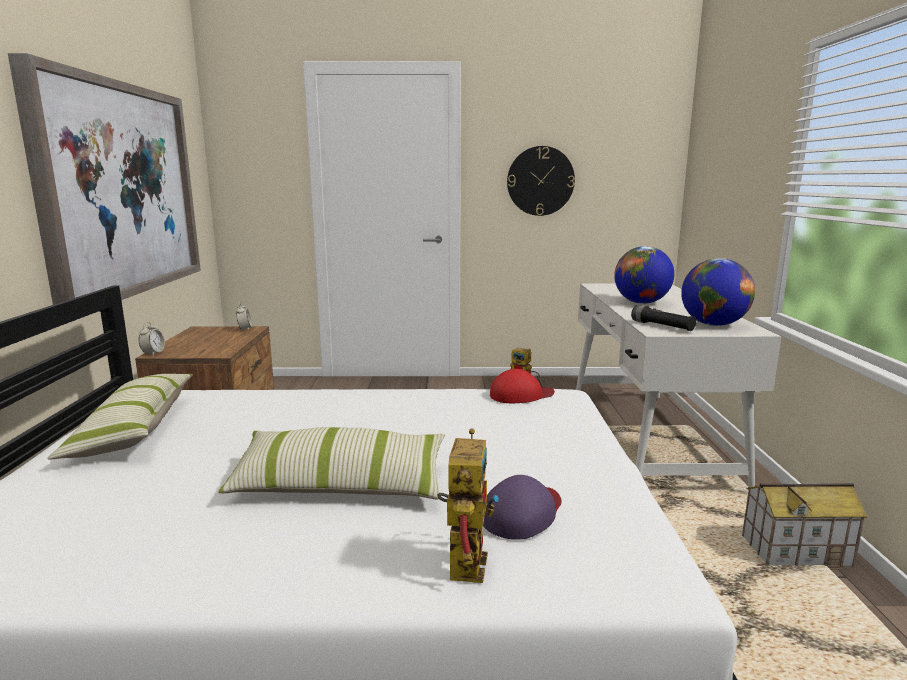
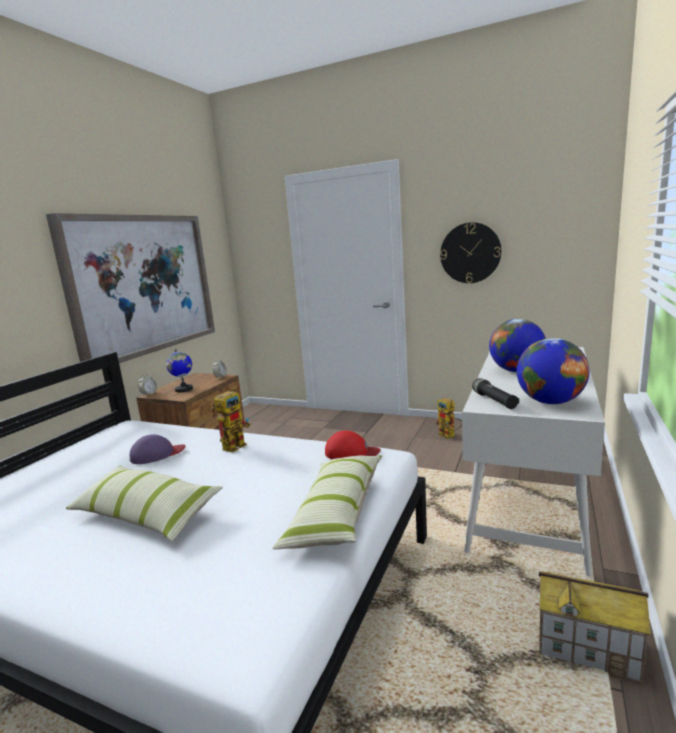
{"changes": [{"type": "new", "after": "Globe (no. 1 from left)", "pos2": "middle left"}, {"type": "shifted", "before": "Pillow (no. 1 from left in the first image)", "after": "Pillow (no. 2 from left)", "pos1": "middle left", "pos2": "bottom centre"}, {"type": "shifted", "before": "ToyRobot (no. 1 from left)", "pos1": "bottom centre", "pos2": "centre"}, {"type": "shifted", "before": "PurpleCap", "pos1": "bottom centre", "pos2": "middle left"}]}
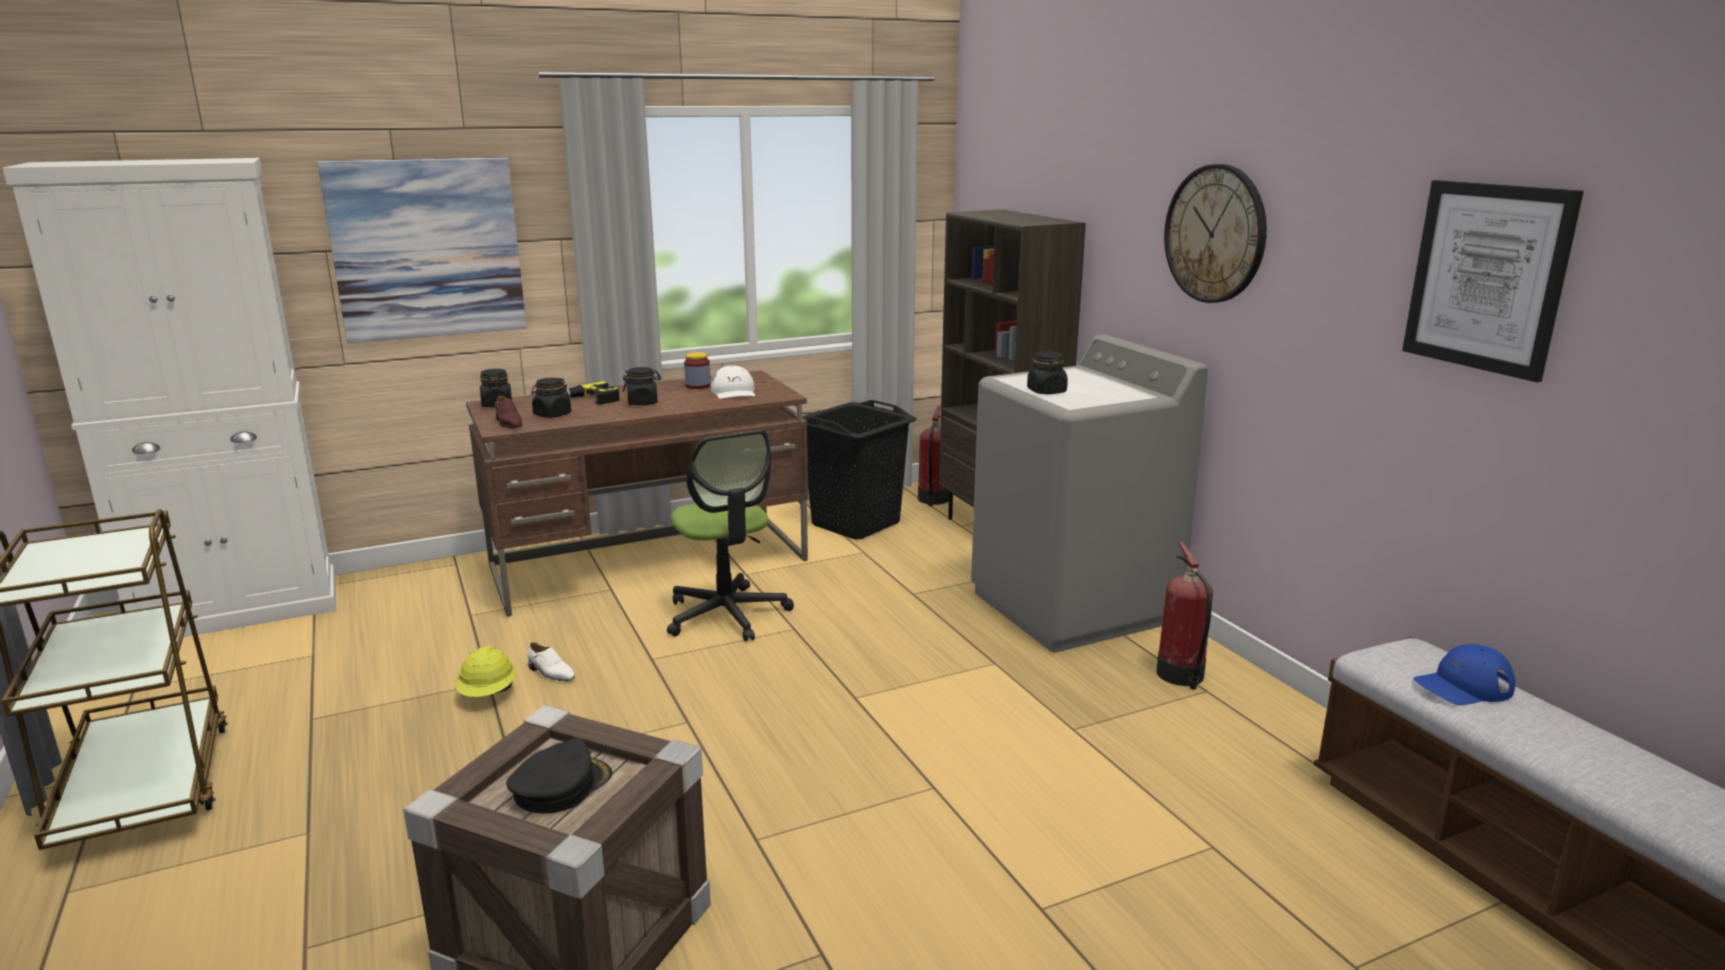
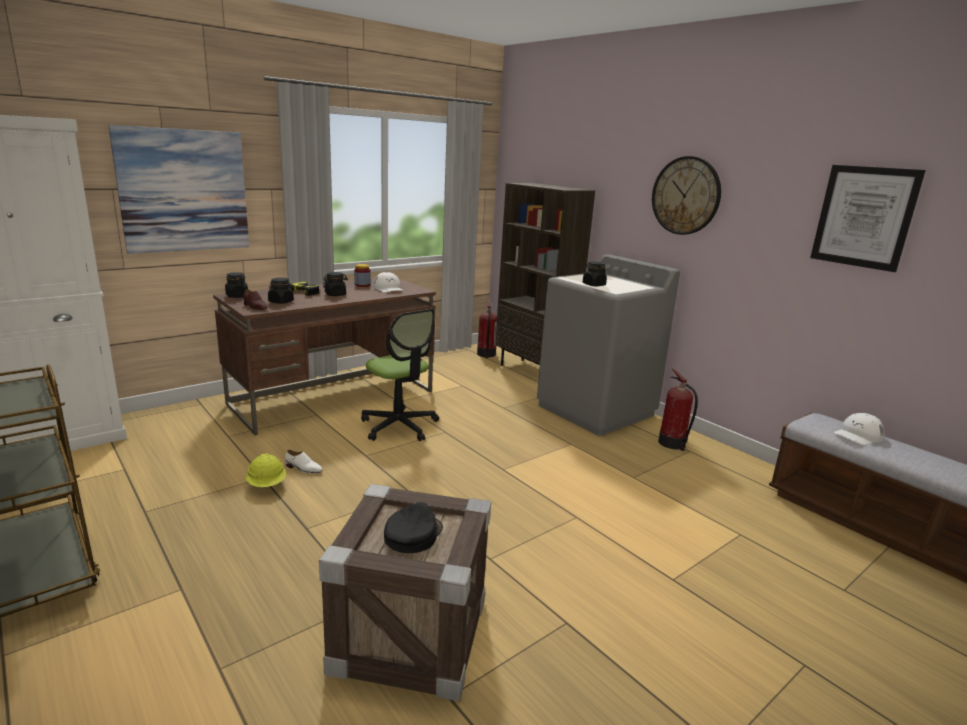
{"changes": [{"type": "gone", "before": "BlackLaundryBasket", "pos1": "centre"}, {"type": "repainted", "before": "BlueCap", "after": "WhiteCap (no. 2 from left)", "pos1": "bottom right", "pos2": "middle right"}]}
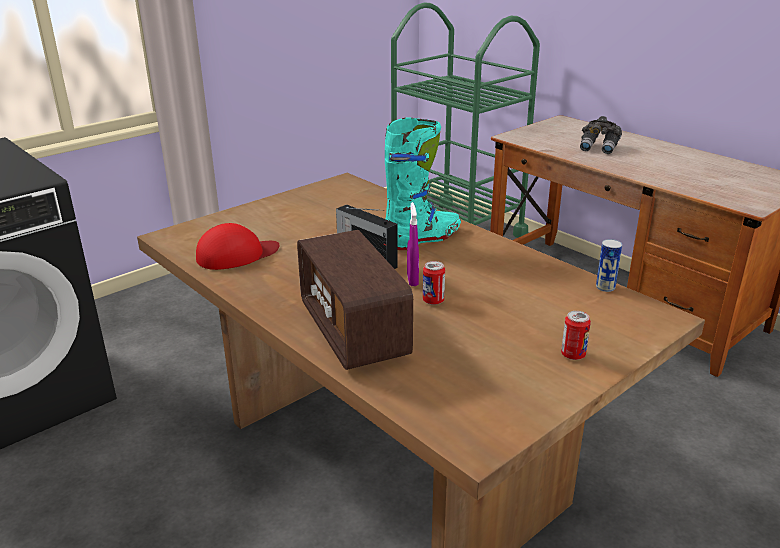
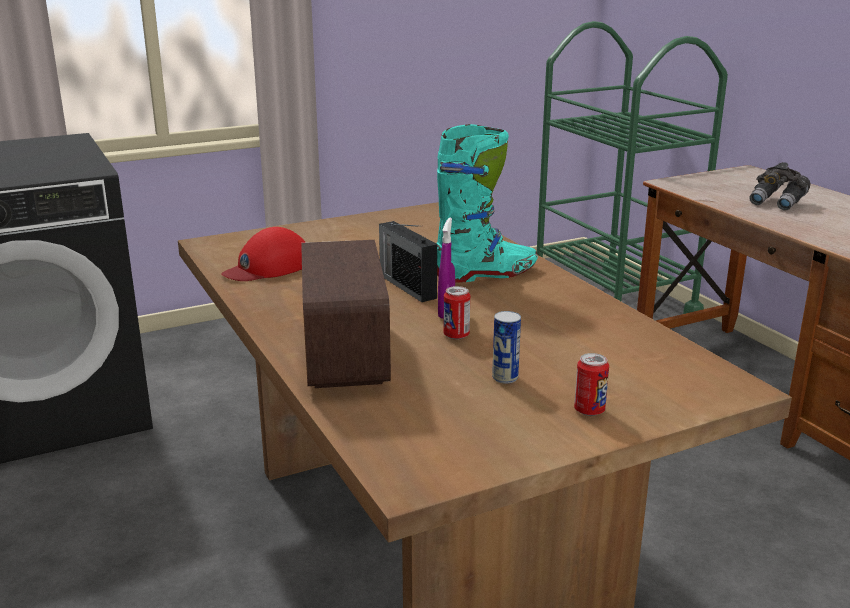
{"changes": [{"type": "shifted", "before": "Can (no. 3 from left in the first image)", "after": "Can (no. 2 from left)", "pos1": "middle right", "pos2": "centre"}, {"type": "rotated", "before": "RedCap", "pos1": "middle left", "pos2": "middle left", "turn": 150}]}
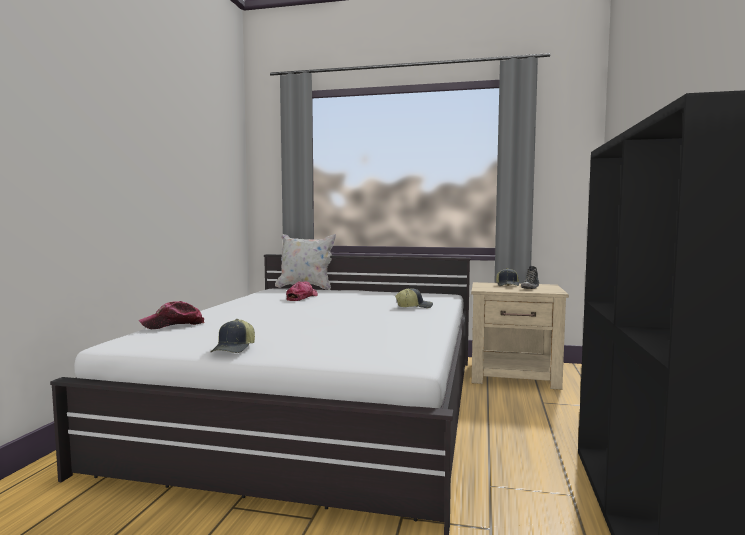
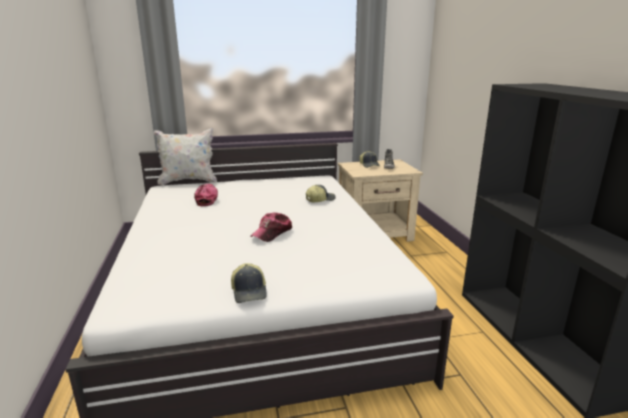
{"changes": [{"type": "shifted", "before": "Cap (no. 1 from left in the first image)", "after": "Cap (no. 3 from left)", "pos1": "middle left", "pos2": "centre"}]}
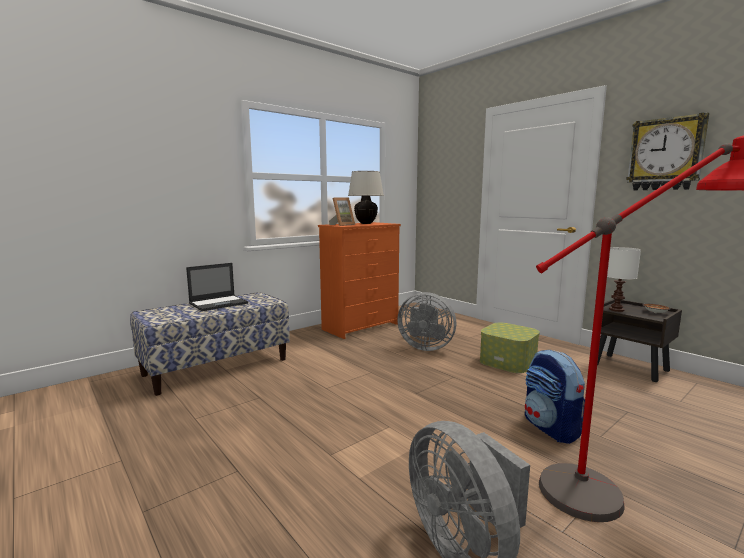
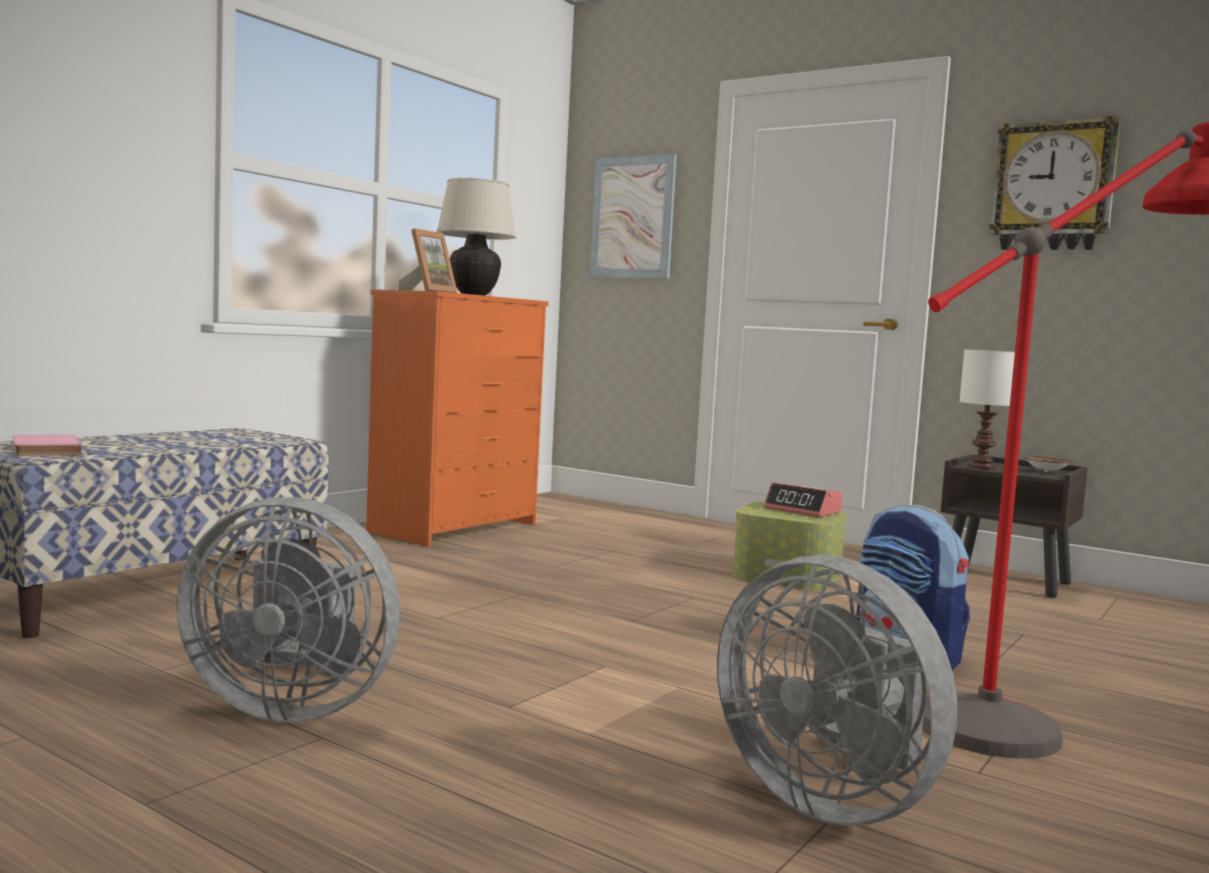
{"changes": [{"type": "gone", "before": "Laptop", "pos1": "middle left"}, {"type": "new", "after": "PinkBook", "pos2": "middle left"}, {"type": "new", "after": "Picture", "pos2": "top centre"}, {"type": "new", "after": "AlarmClock", "pos2": "centre"}, {"type": "shifted", "before": "GreyFan (no. 1 from left)", "pos1": "centre", "pos2": "bottom left"}]}
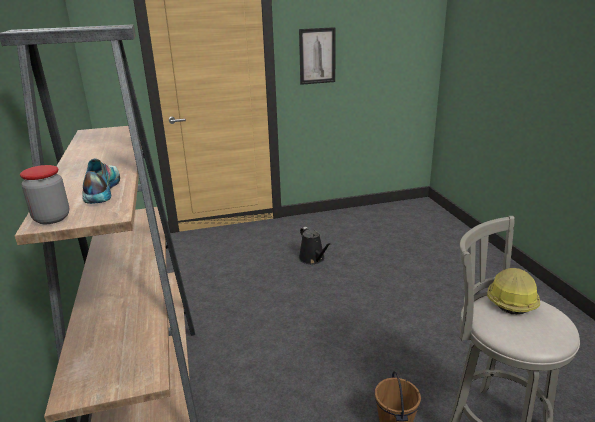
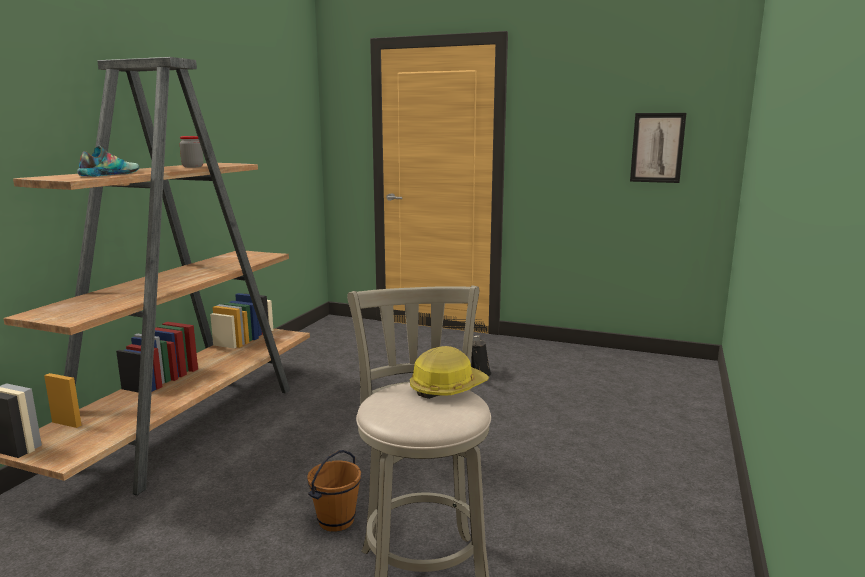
{"changes": [{"type": "shifted", "before": "Jar", "pos1": "middle left", "pos2": "top left"}, {"type": "shifted", "before": "Picture", "pos1": "top centre", "pos2": "top right"}]}
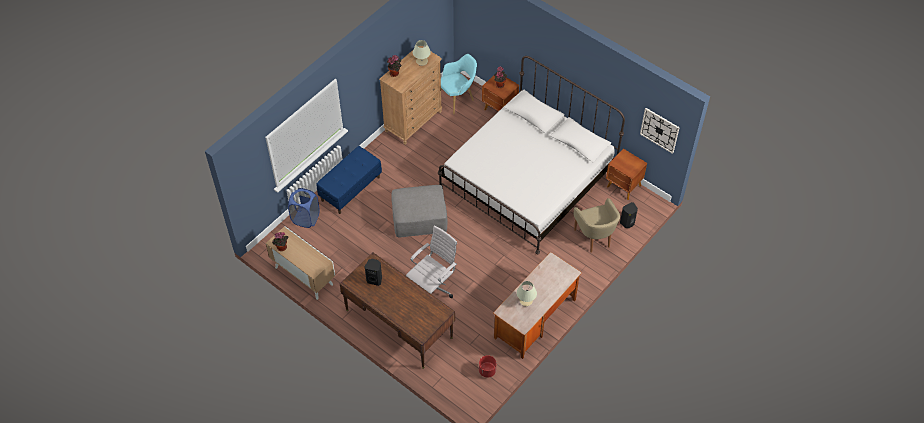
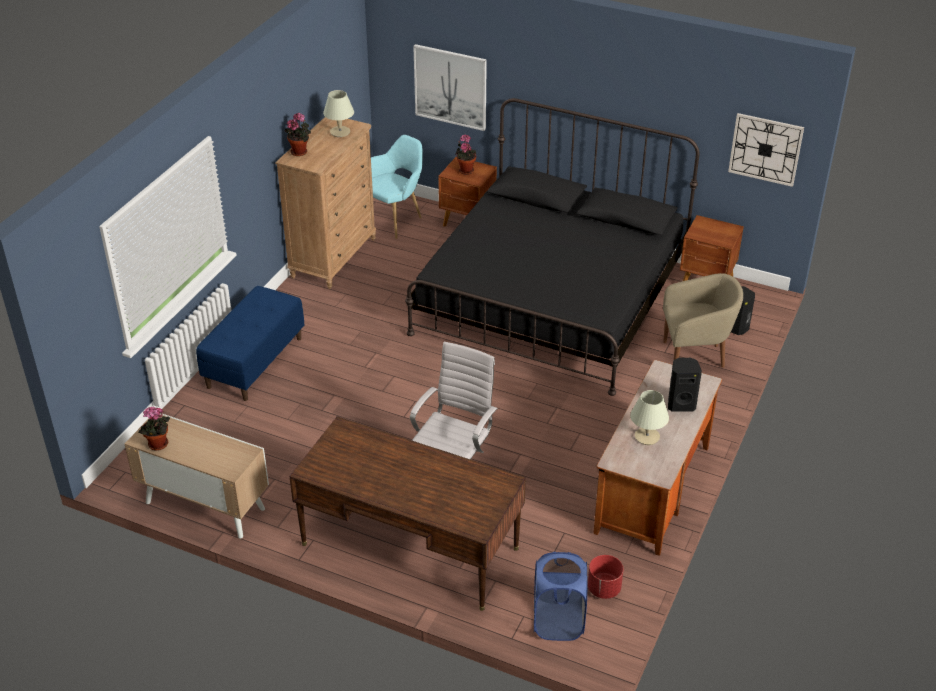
{"changes": [{"type": "gone", "before": "GreyOttoman", "pos1": "centre"}, {"type": "new", "after": "Picture", "pos2": "top centre"}, {"type": "shifted", "before": "BlueLaundryBasket", "pos1": "middle left", "pos2": "bottom centre"}, {"type": "shifted", "before": "BlackSpeaker (no. 1 from left)", "pos1": "centre", "pos2": "middle right"}, {"type": "repainted", "before": "WhiteBed", "after": "BlackBed", "pos1": "centre", "pos2": "centre"}, {"type": "rotated", "before": "BeigeArmchair", "pos1": "centre", "pos2": "middle right", "turn": -60}]}
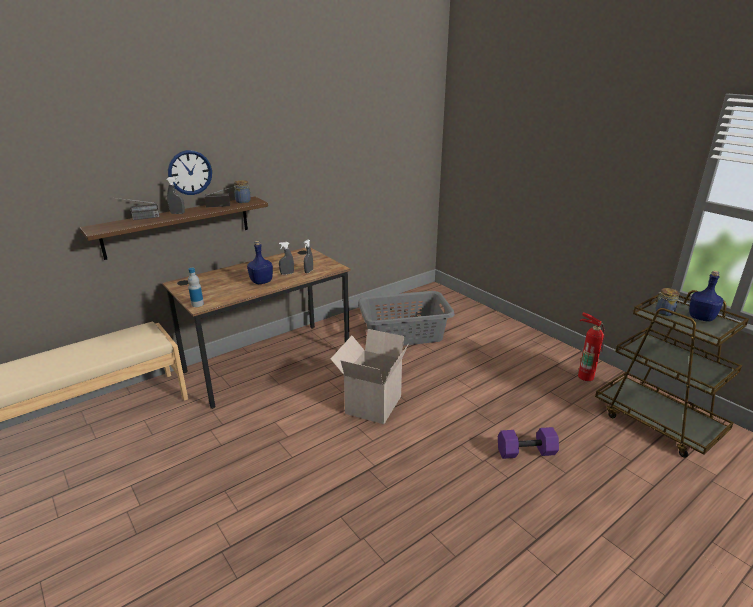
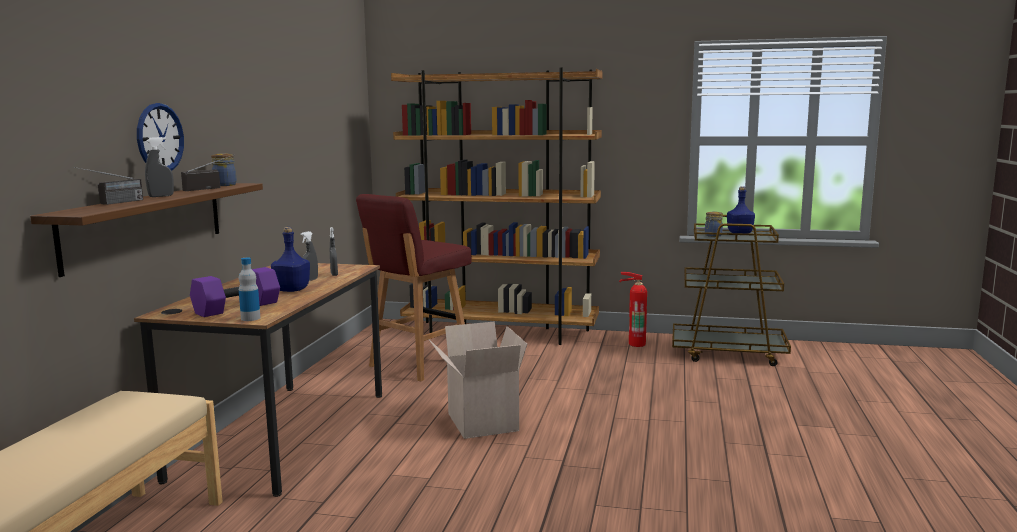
{"changes": [{"type": "new", "after": "BrownBookcase", "pos2": "centre"}, {"type": "shifted", "before": "PurpleDumbbell", "pos1": "bottom right", "pos2": "middle left"}, {"type": "swapped", "before": "GreyLaundryBasket", "after": "RedStool", "pos1": "centre", "pos2": "centre"}]}
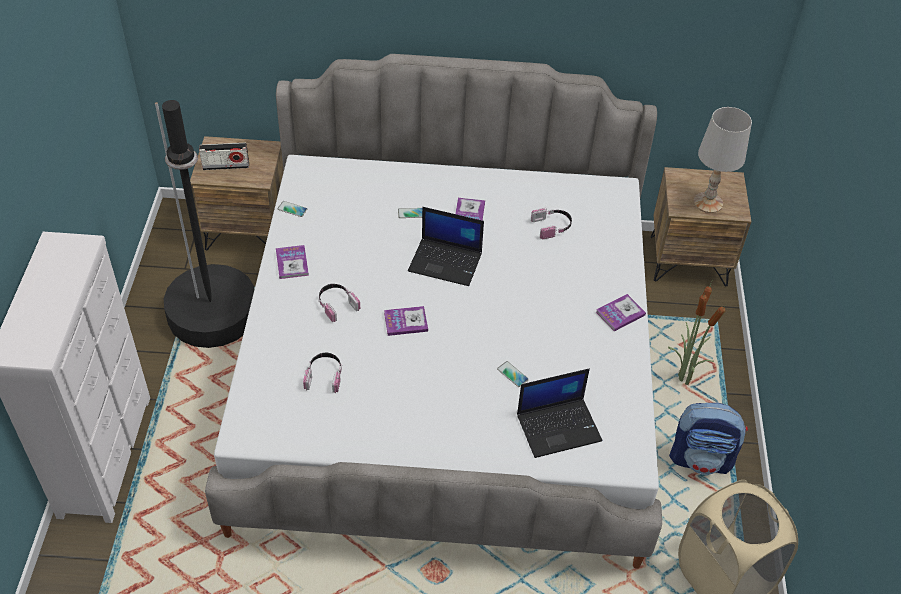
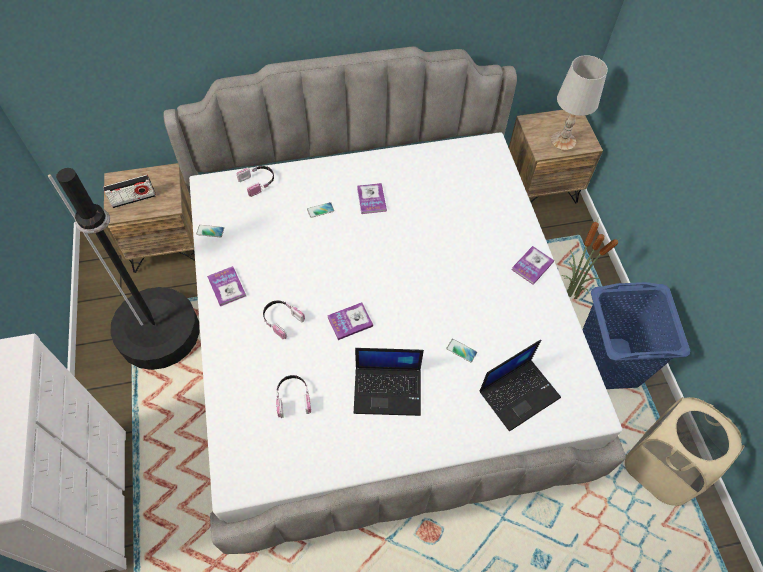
{"changes": [{"type": "shifted", "before": "Laptop (no. 1 from left)", "pos1": "centre", "pos2": "bottom centre"}, {"type": "shifted", "before": "Headphones (no. 3 from left in the first image)", "after": "Headphones (no. 1 from left)", "pos1": "centre", "pos2": "top centre"}, {"type": "swapped", "before": "Backpack", "after": "BlueLaundryBasket", "pos1": "bottom right", "pos2": "middle right"}]}
